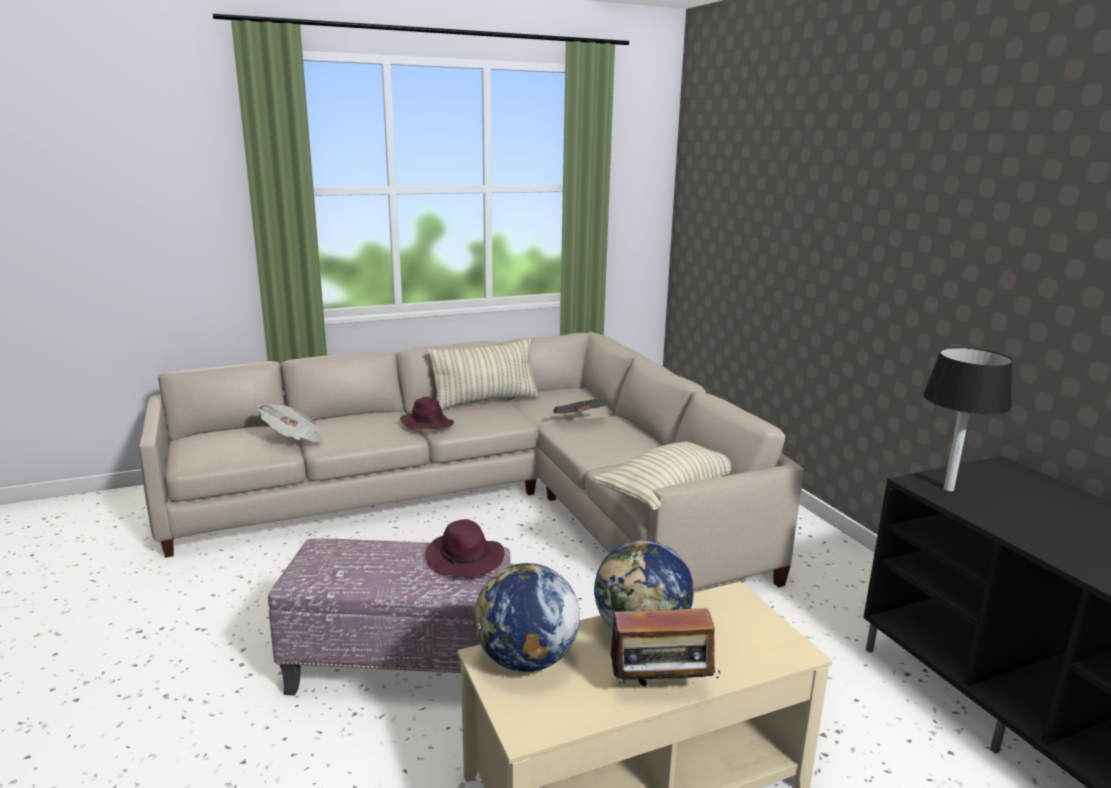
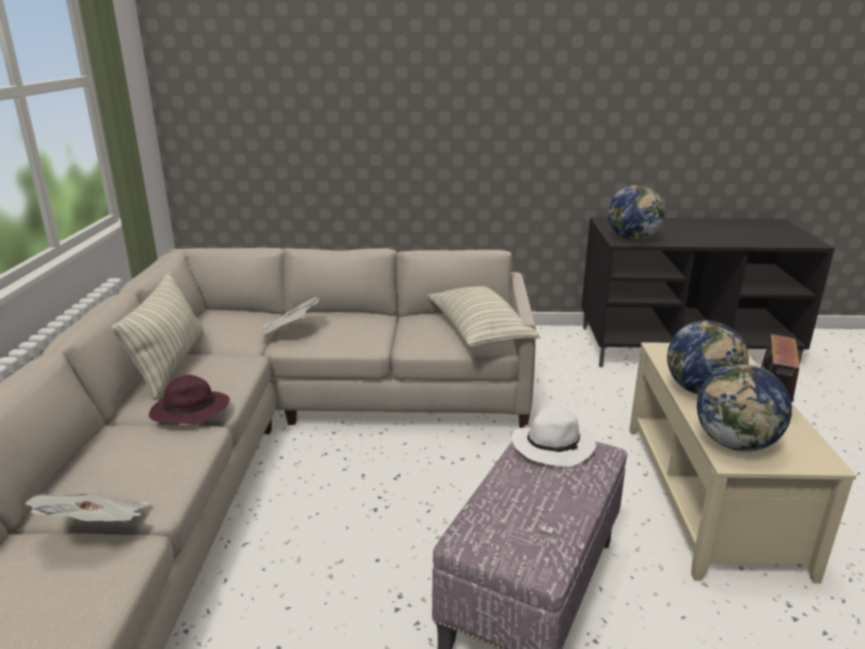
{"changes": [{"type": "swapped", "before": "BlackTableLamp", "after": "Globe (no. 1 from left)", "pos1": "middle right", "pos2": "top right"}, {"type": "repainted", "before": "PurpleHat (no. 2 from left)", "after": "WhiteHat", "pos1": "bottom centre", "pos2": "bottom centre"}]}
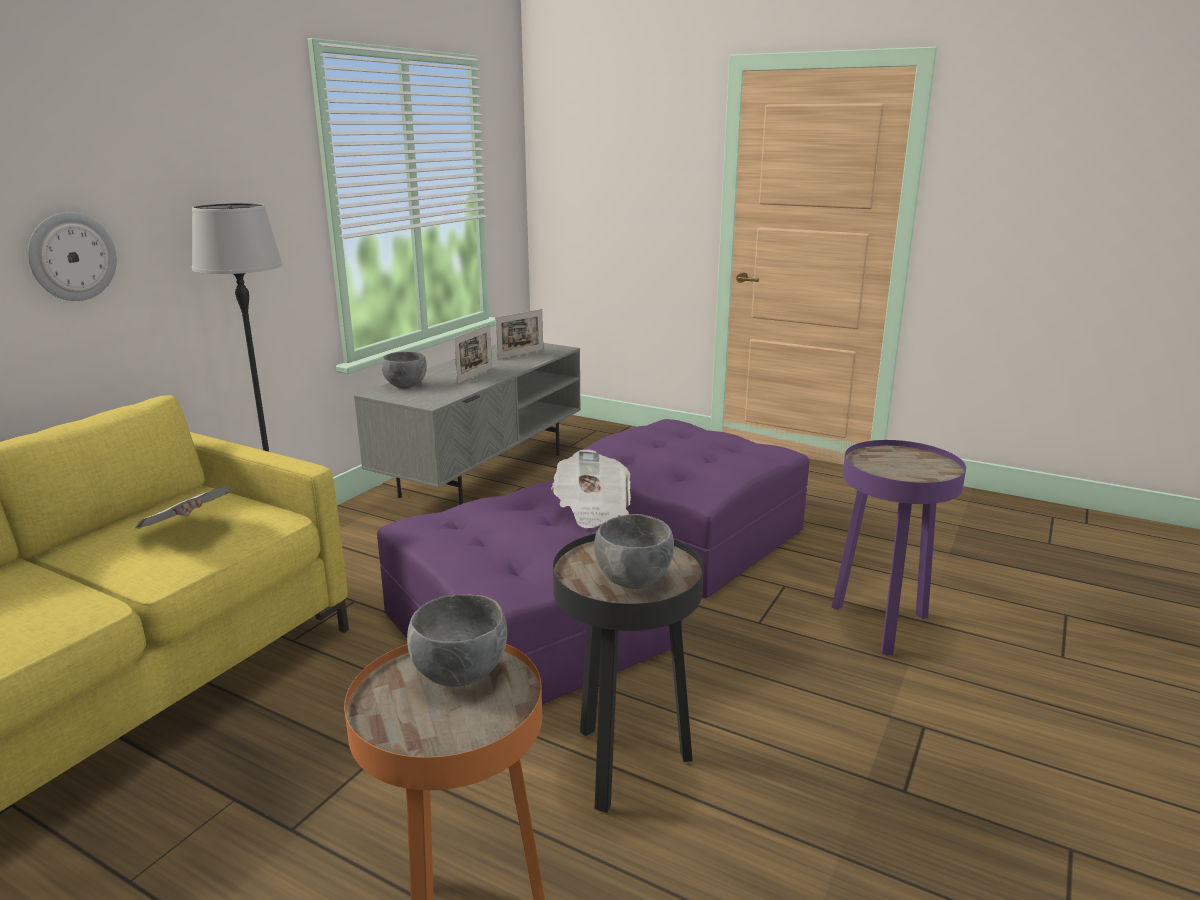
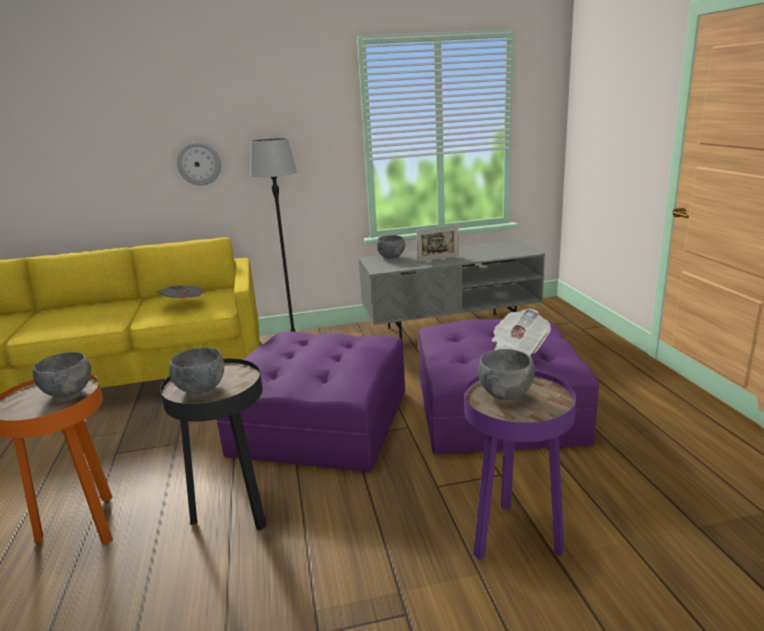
{"changes": [{"type": "gone", "before": "PictureFrame (no. 2 from left)", "pos1": "centre"}, {"type": "new", "after": "GreyBowl (no. 4 from left)", "pos2": "centre"}, {"type": "shifted", "before": "Newspaper (no. 2 from left)", "pos1": "centre", "pos2": "middle right"}]}
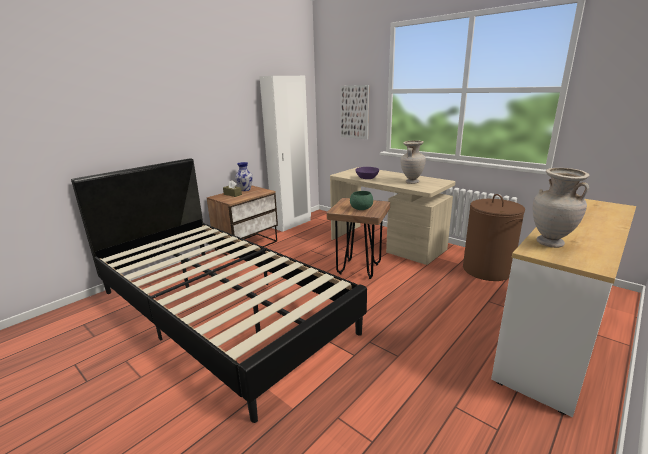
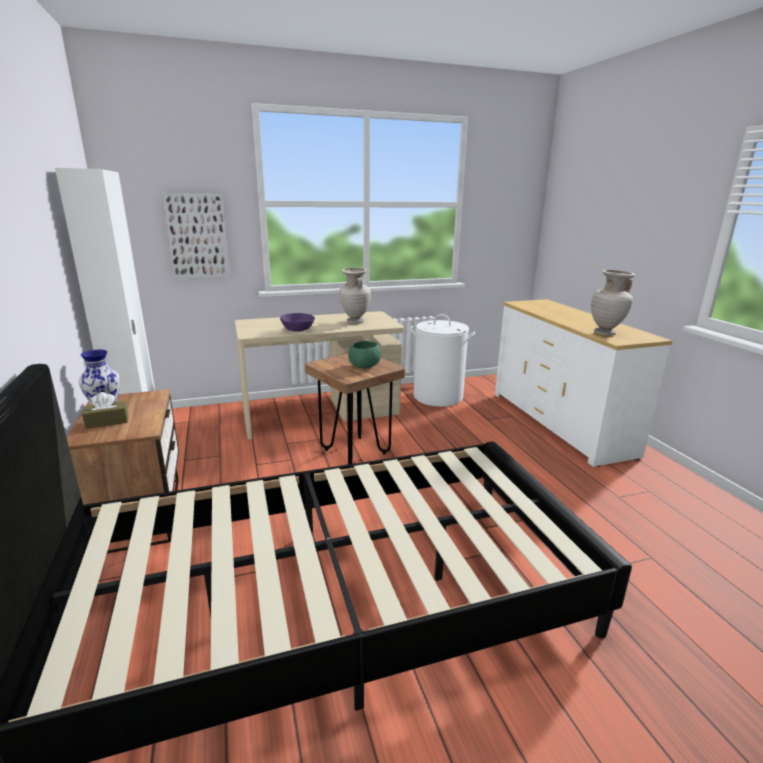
{"changes": [{"type": "repainted", "before": "BrownLaundryBasket", "after": "WhiteLaundryBasket", "pos1": "middle right", "pos2": "centre"}]}
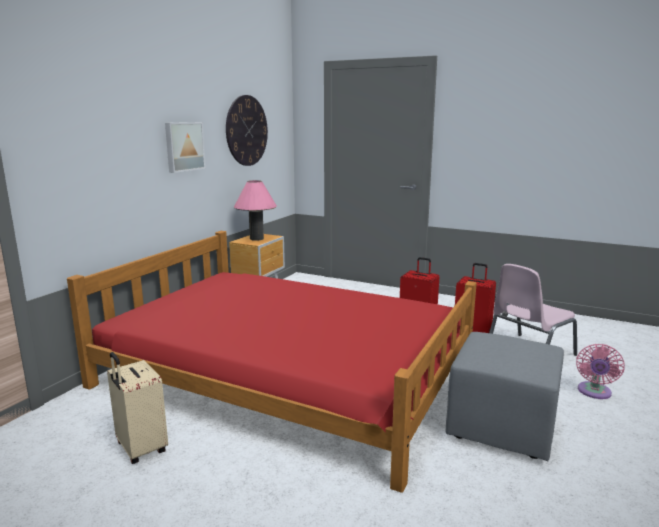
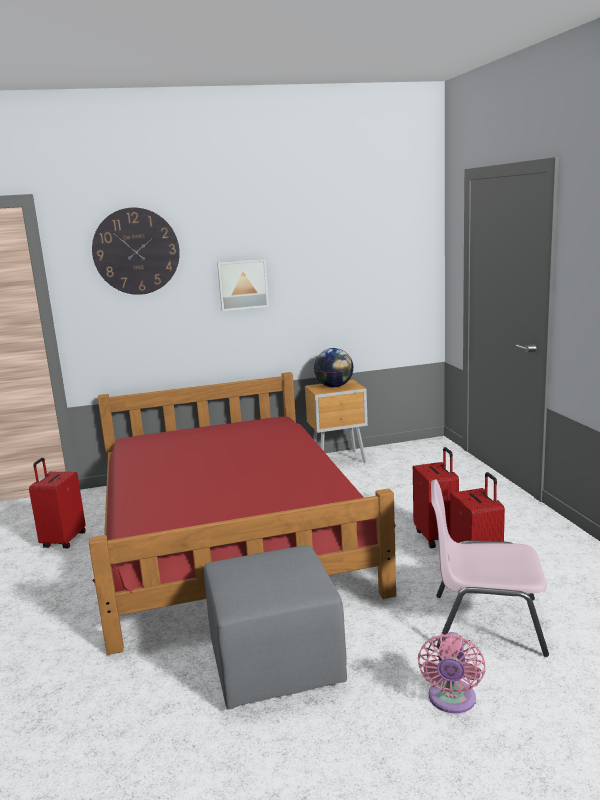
{"changes": [{"type": "shifted", "before": "WallClock", "pos1": "top centre", "pos2": "top left"}, {"type": "swapped", "before": "PinkTableLamp", "after": "Globe", "pos1": "centre", "pos2": "centre"}, {"type": "repainted", "before": "BeigeSuitcase", "after": "RedSuitcase (no. 1 from left)", "pos1": "bottom left", "pos2": "middle left"}, {"type": "rotated", "before": "PinkFan", "pos1": "bottom right", "pos2": "bottom right", "turn": -60}]}
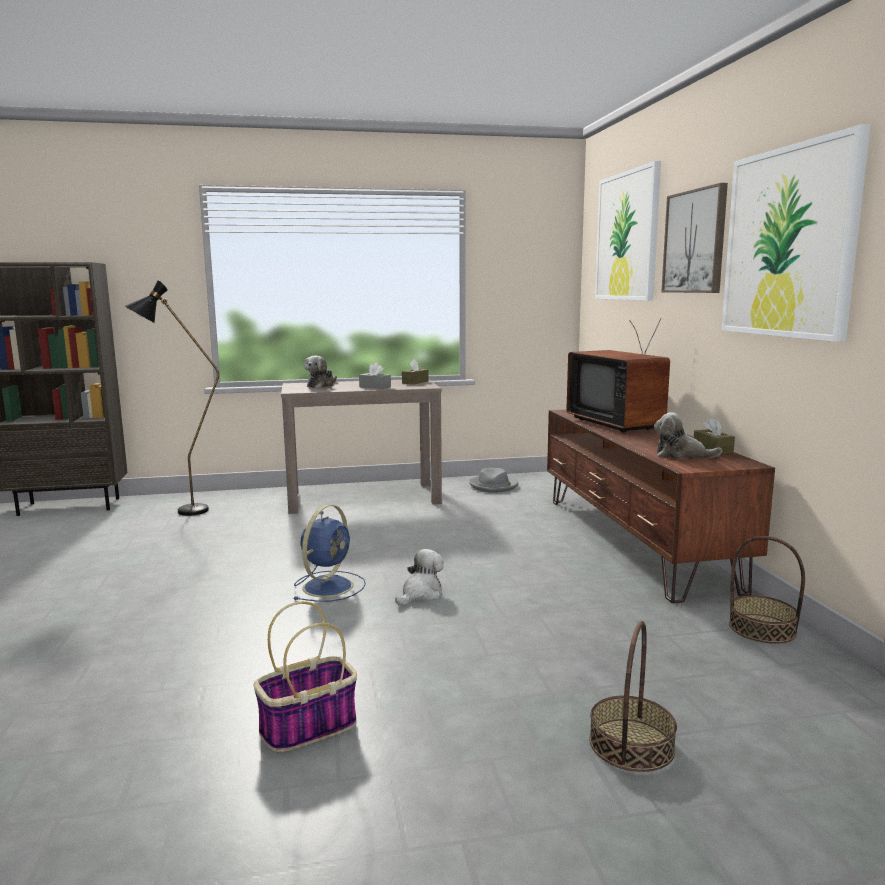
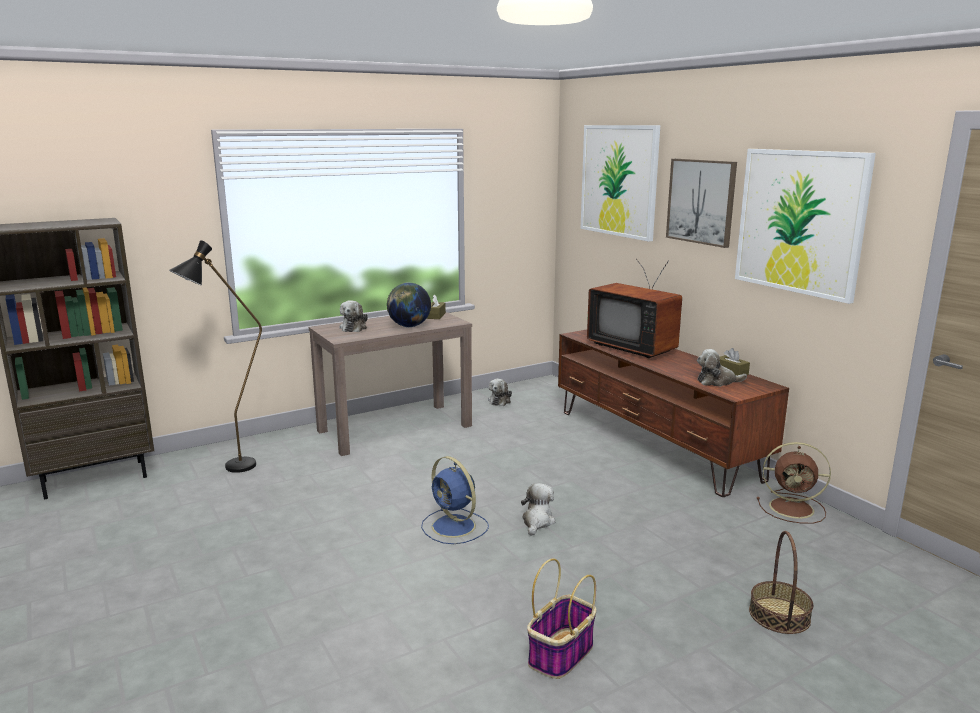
{"changes": [{"type": "swapped", "before": "GreyTissueBox", "after": "Globe", "pos1": "centre", "pos2": "centre"}, {"type": "swapped", "before": "GreyHat", "after": "PlushToy (no. 2 from left)", "pos1": "centre", "pos2": "centre"}, {"type": "swapped", "before": "Basket (no. 3 from left)", "after": "BrownFan", "pos1": "bottom right", "pos2": "bottom right"}, {"type": "rotated", "before": "BlueFan", "pos1": "centre", "pos2": "bottom centre", "turn": 135}]}
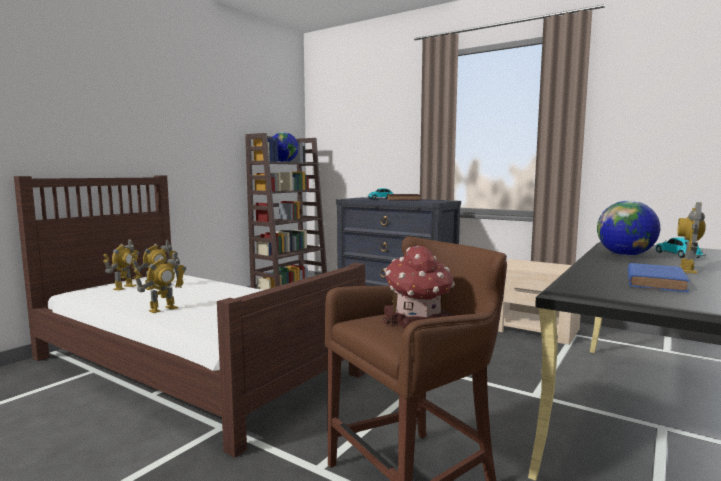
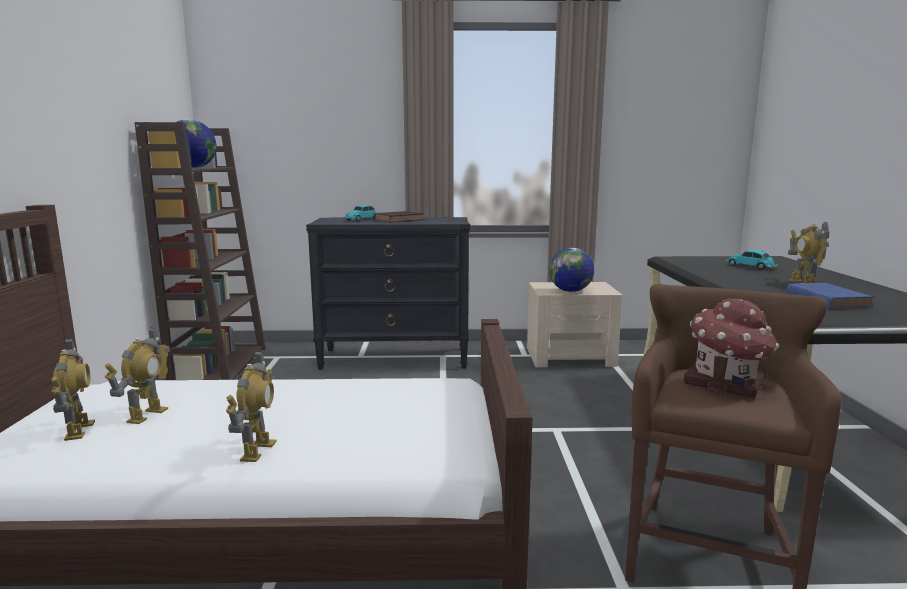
{"changes": [{"type": "shifted", "before": "Globe (no. 2 from left)", "pos1": "middle right", "pos2": "centre"}]}
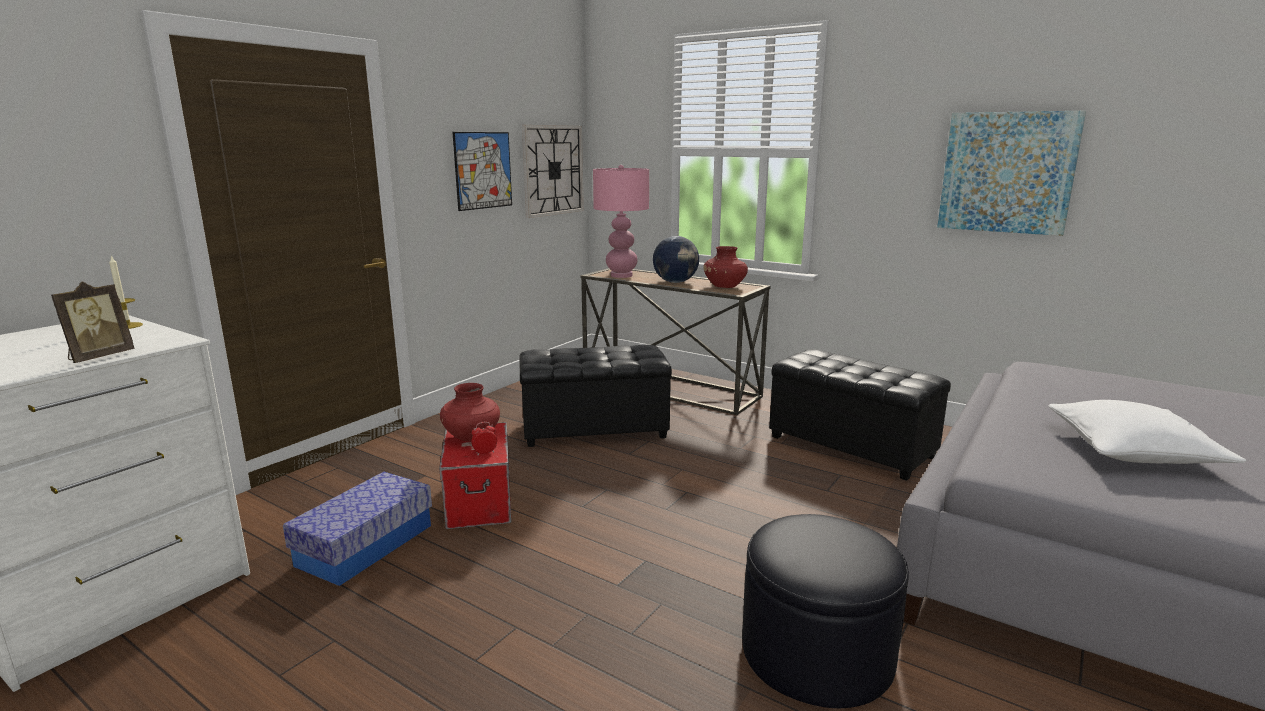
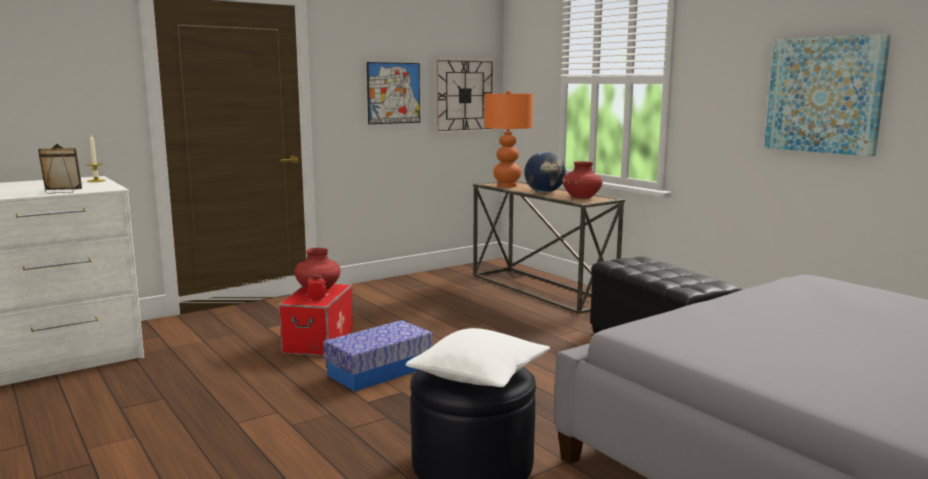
{"changes": [{"type": "gone", "before": "BlackOttoman (no. 1 from left)", "pos1": "centre"}, {"type": "shifted", "before": "StorageBox (no. 1 from left in the first image)", "after": "StorageBox (no. 2 from left)", "pos1": "bottom left", "pos2": "bottom centre"}, {"type": "shifted", "before": "WhitePillow", "pos1": "middle right", "pos2": "bottom centre"}, {"type": "repainted", "before": "PinkTableLamp", "after": "OrangeTableLamp", "pos1": "top centre", "pos2": "top centre"}, {"type": "rotated", "before": "PictureFrame", "pos1": "middle left", "pos2": "middle left", "turn": -150}]}
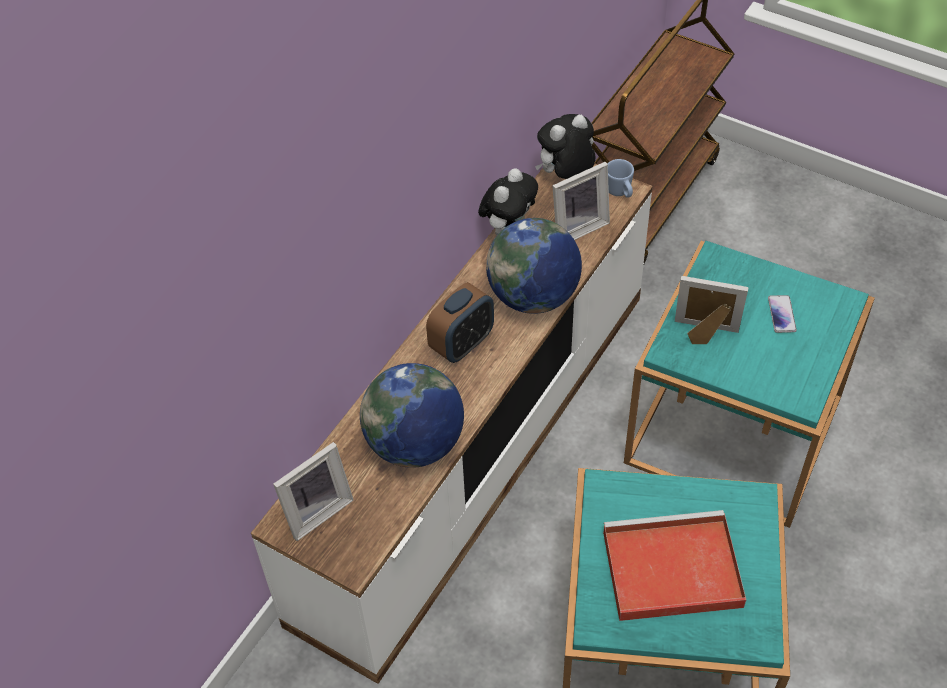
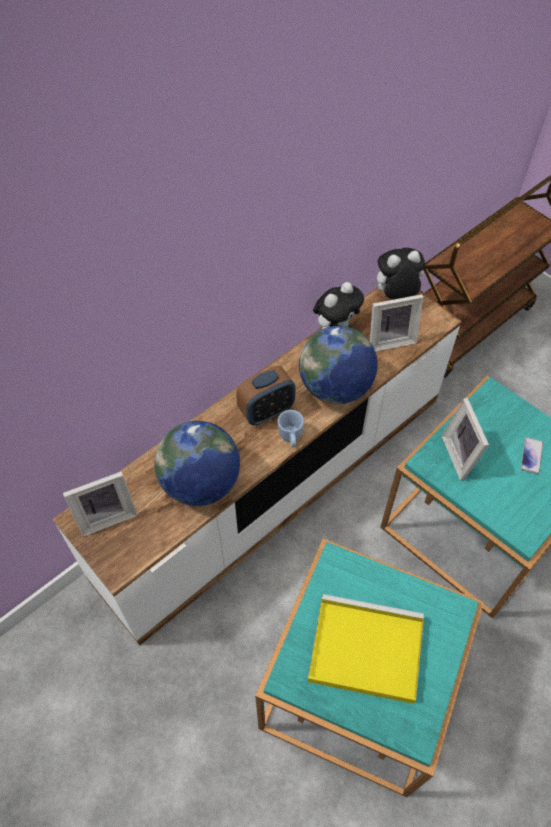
{"changes": [{"type": "shifted", "before": "BlueMug", "pos1": "top centre", "pos2": "centre"}, {"type": "repainted", "before": "RedTray", "after": "YellowTray", "pos1": "bottom right", "pos2": "bottom centre"}, {"type": "rotated", "before": "PictureFrame (no. 3 from left)", "pos1": "middle right", "pos2": "middle right", "turn": -135}]}
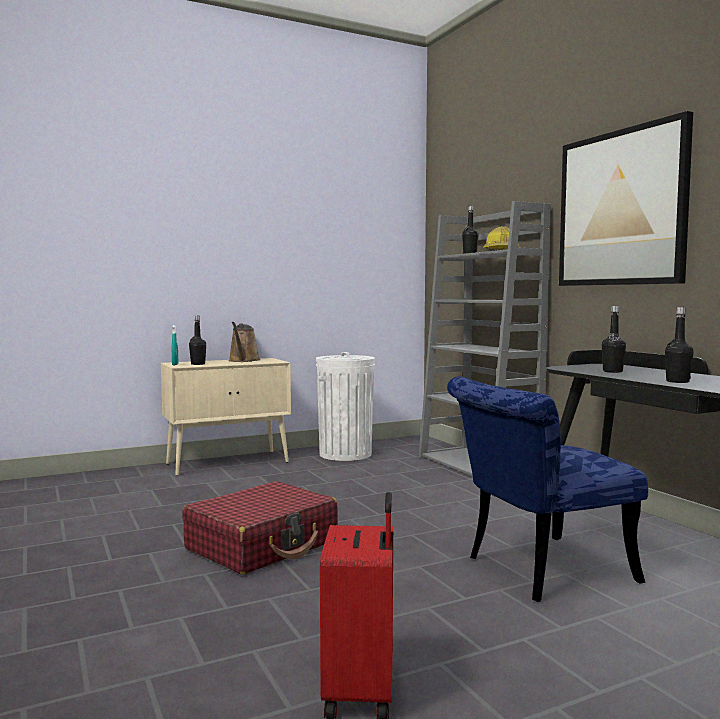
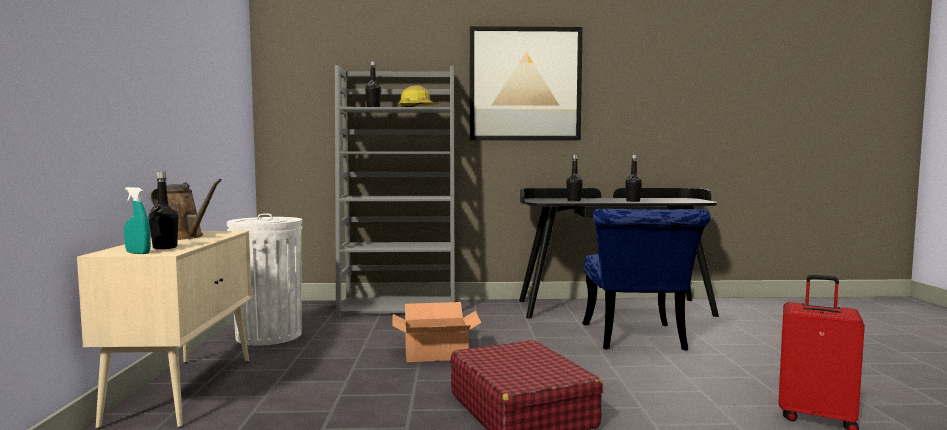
{"changes": [{"type": "new", "after": "CardboardBox", "pos2": "bottom centre"}]}
